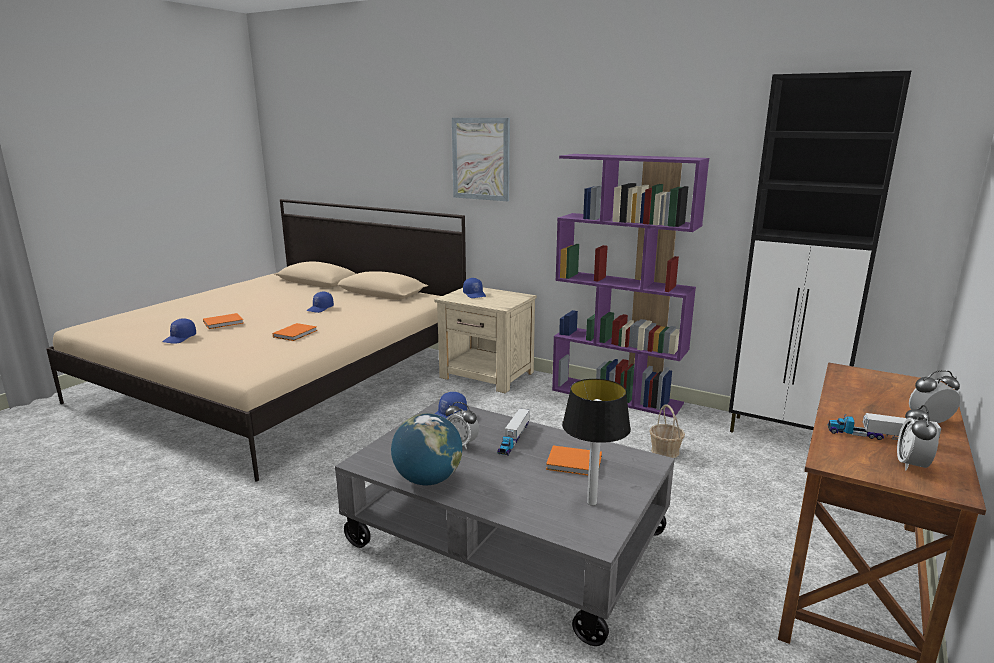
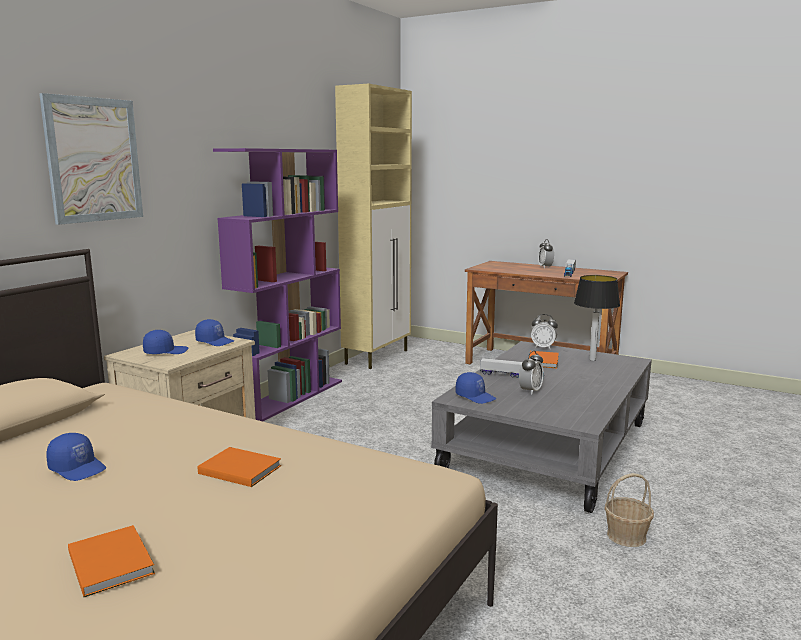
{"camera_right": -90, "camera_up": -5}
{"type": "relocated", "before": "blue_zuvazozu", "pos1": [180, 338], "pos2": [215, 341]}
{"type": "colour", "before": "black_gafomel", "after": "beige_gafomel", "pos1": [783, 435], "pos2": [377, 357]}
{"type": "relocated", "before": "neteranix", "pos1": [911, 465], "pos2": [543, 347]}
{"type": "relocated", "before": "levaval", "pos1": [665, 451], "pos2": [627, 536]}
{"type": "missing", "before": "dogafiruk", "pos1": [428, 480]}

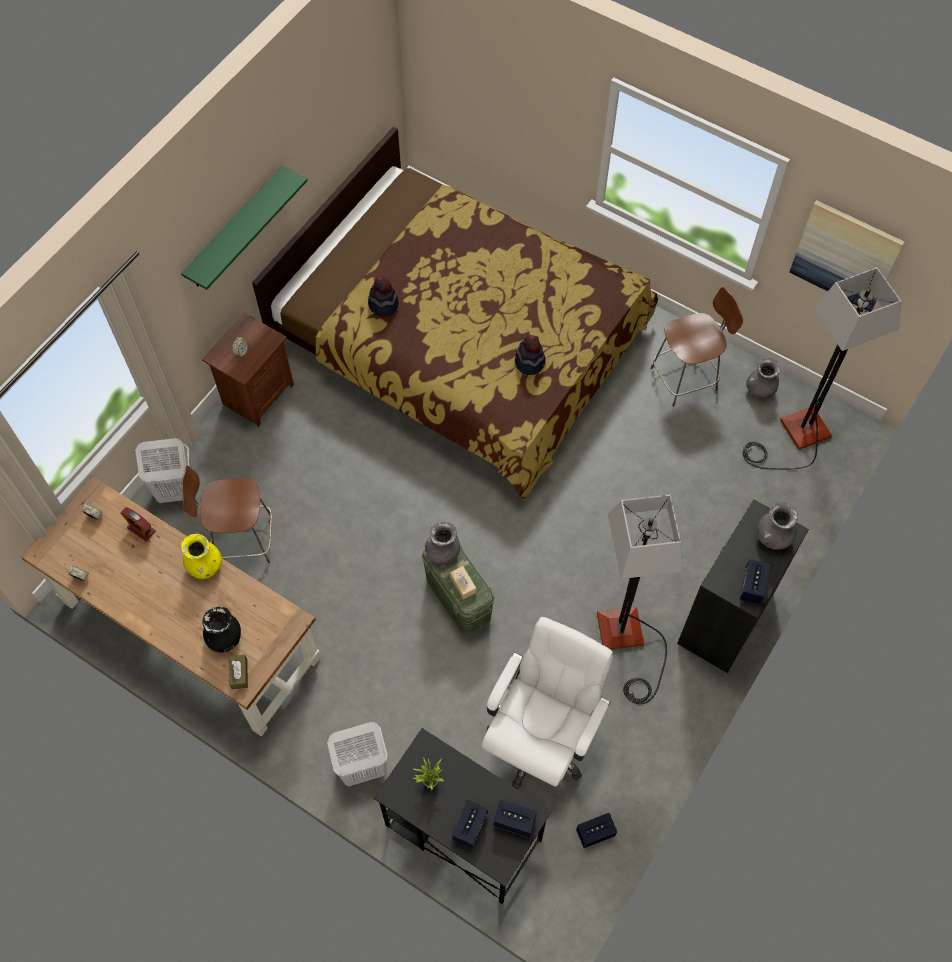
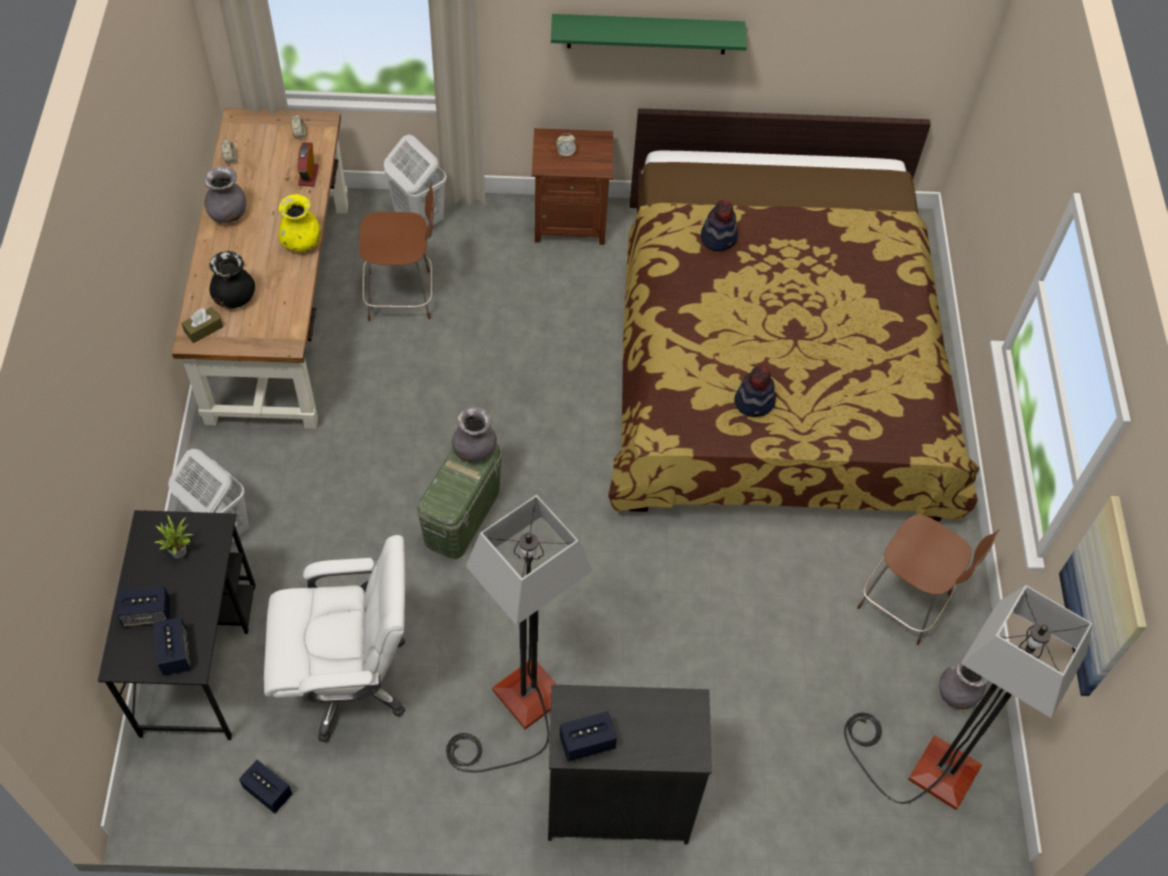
{"camera_right": 55, "camera_up": -5}
{"type": "relocated", "before": "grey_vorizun", "pos1": [773, 537], "pos2": [228, 214]}
{"type": "spun", "before": "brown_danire", "pos1": [241, 539], "pos2": [402, 295], "turn": 120}
{"type": "missing", "before": "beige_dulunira", "pos1": [463, 585]}

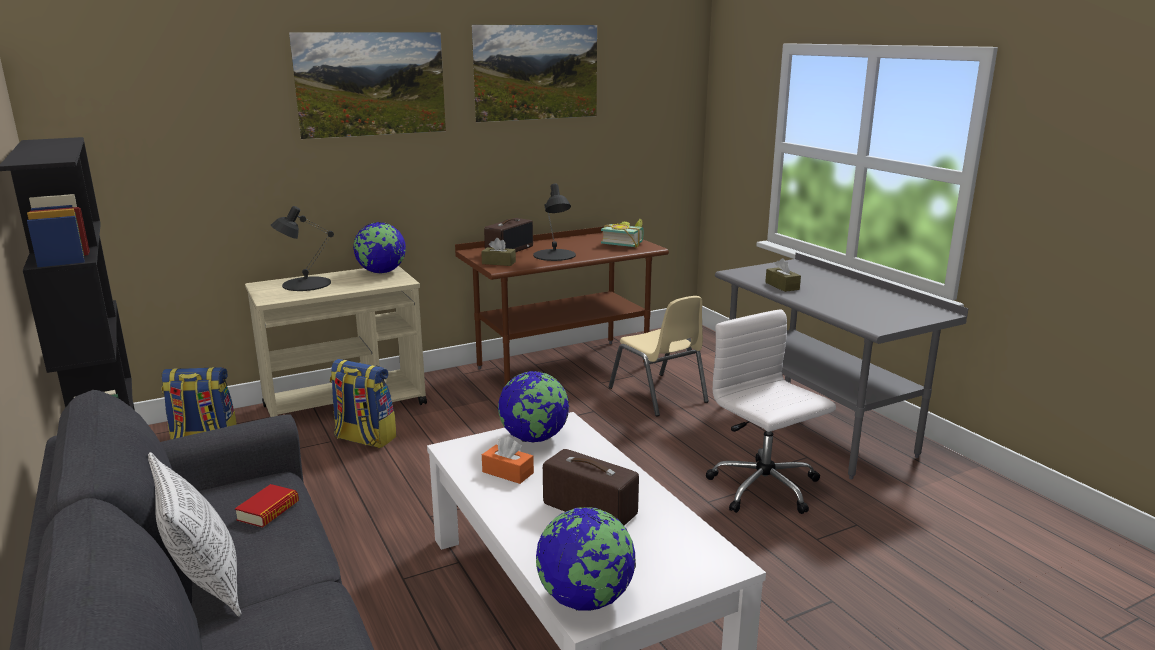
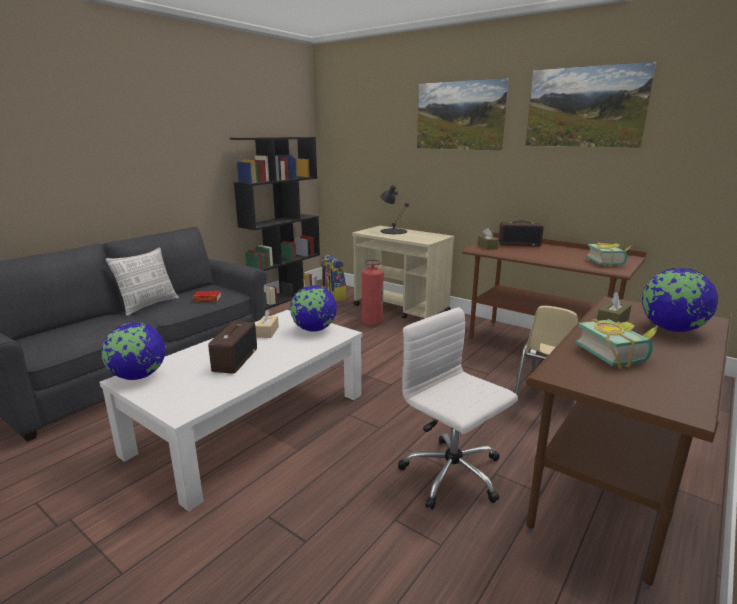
{"camera_right": 65, "camera_up": 0}
{"type": "colour", "before": "orange_dulunira", "after": "beige_dulunira", "pos1": [508, 472], "pos2": [267, 332]}
{"type": "exchanged", "before": "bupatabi", "after": "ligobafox", "pos1": [364, 439], "pos2": [372, 322]}
{"type": "spun", "before": "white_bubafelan", "pos1": [765, 489], "pos2": [453, 475], "turn": -75}
{"type": "colour", "before": "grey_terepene", "after": "brown_terepene", "pos1": [816, 428], "pos2": [611, 490]}
{"type": "appeared", "after": "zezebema", "pos2": [616, 354]}
{"type": "relocated", "before": "dogafiruk", "pos1": [381, 272], "pos2": [671, 329]}
{"type": "missing", "before": "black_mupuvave", "pos1": [554, 255]}

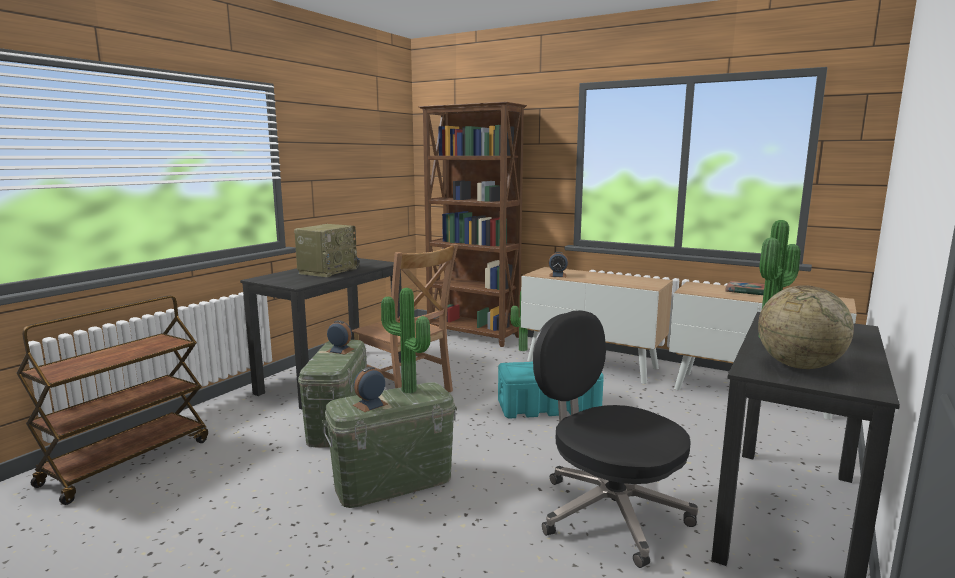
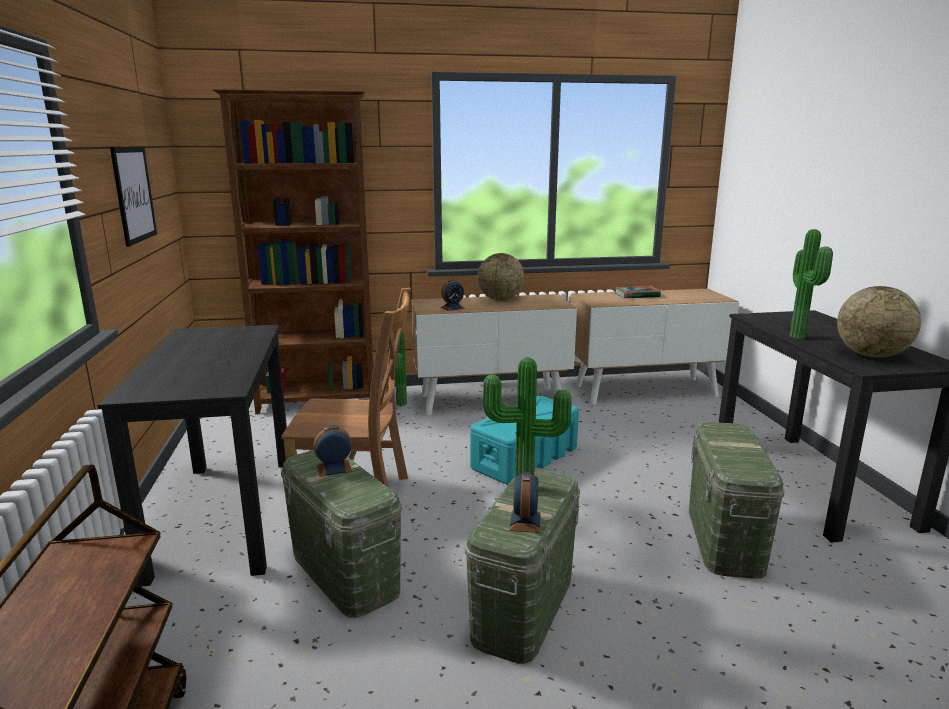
{"camera_right": -40, "camera_up": 5}
{"type": "appeared", "after": "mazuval", "pos2": [134, 194]}
{"type": "appeared", "after": "dogafiruk", "pos2": [500, 299]}
{"type": "exchanged", "before": "black_bubafelan", "after": "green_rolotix", "pos1": [608, 512], "pos2": [723, 538]}
{"type": "missing", "before": "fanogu", "pos1": [328, 271]}

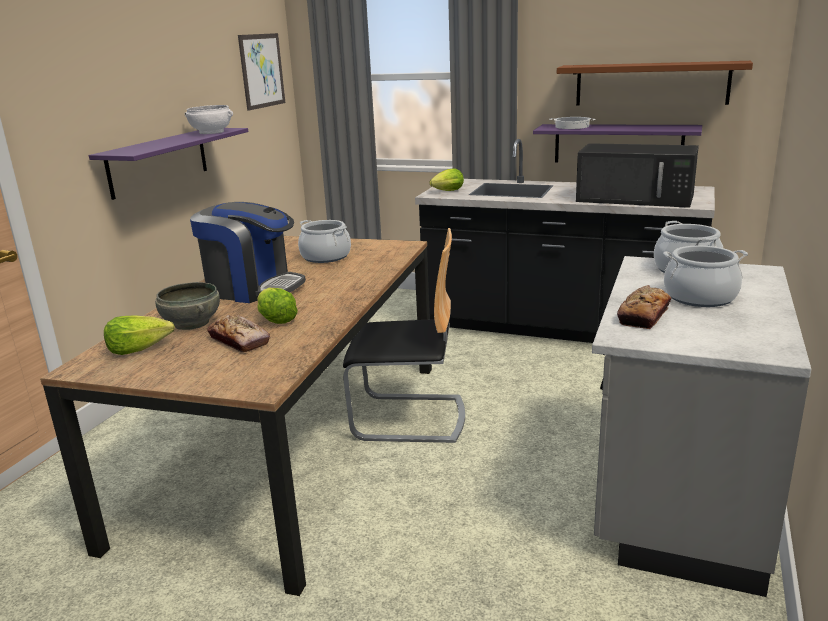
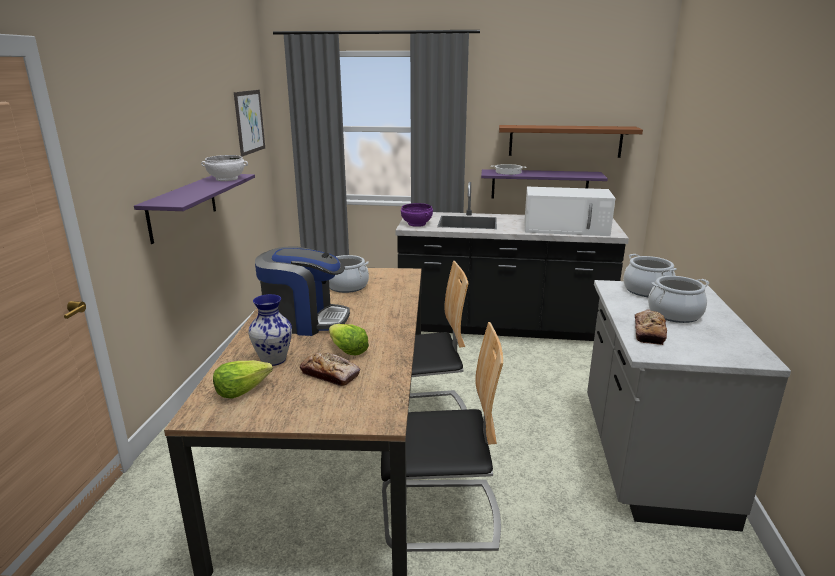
{"camera_right": -15, "camera_up": 0}
{"type": "exchanged", "before": "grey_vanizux", "after": "vorizun", "pos1": [191, 323], "pos2": [272, 360]}
{"type": "appeared", "after": "danire", "pos2": [441, 514]}
{"type": "exchanged", "before": "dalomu", "after": "purple_vanizux", "pos1": [446, 191], "pos2": [417, 224]}
{"type": "colour", "before": "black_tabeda", "after": "white_tabeda", "pos1": [636, 198], "pos2": [566, 228]}

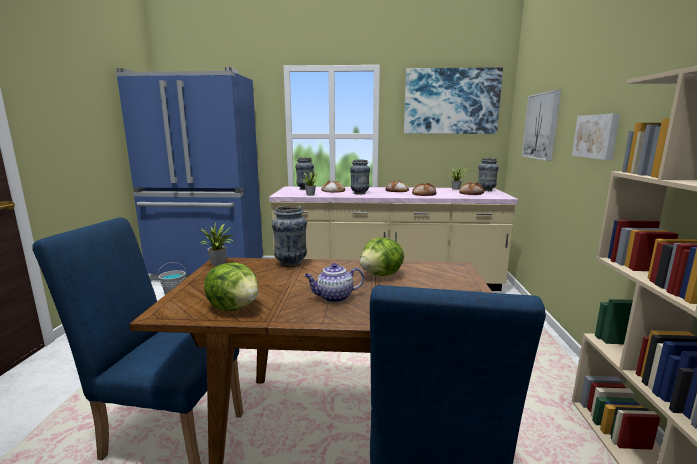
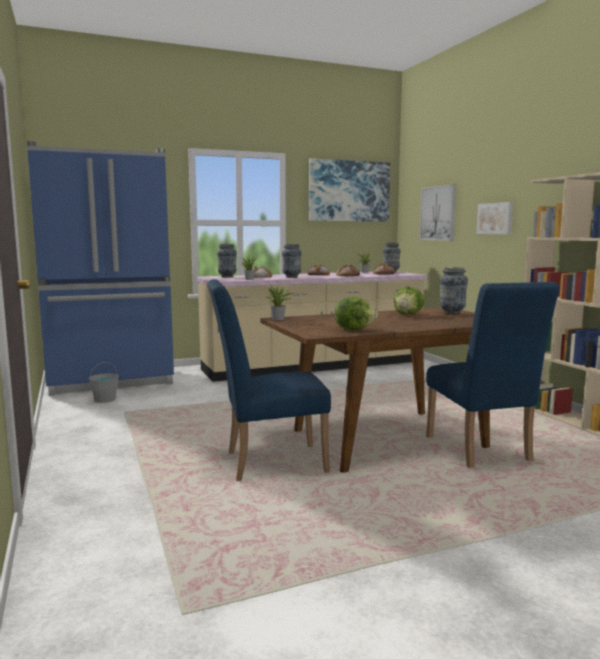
{"camera_right": -25, "camera_up": -5}
{"type": "relocated", "before": "vorizun", "pos1": [291, 263], "pos2": [452, 313]}
{"type": "missing", "before": "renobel", "pos1": [334, 297]}

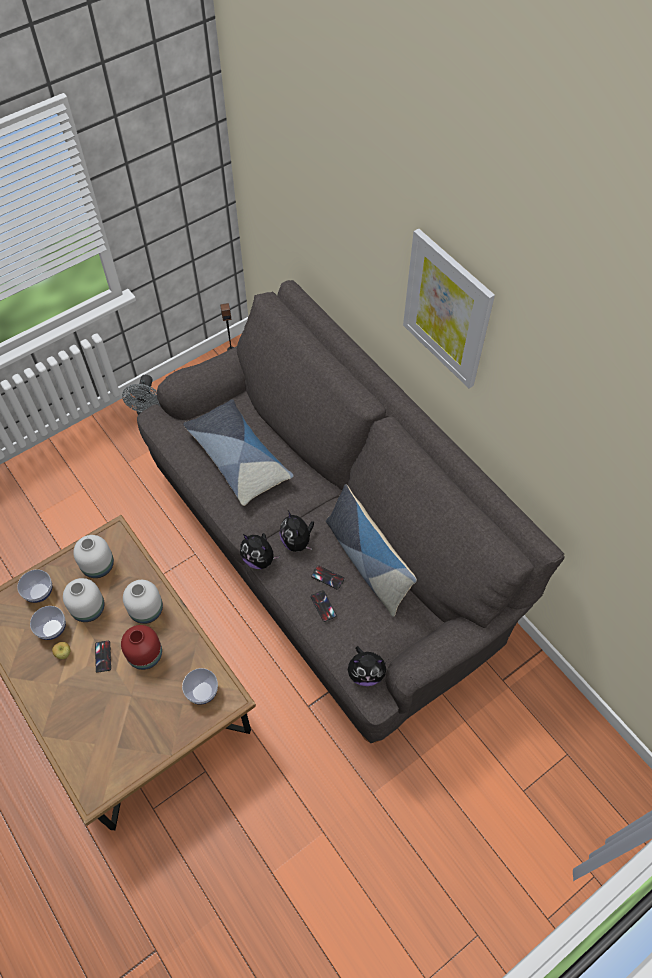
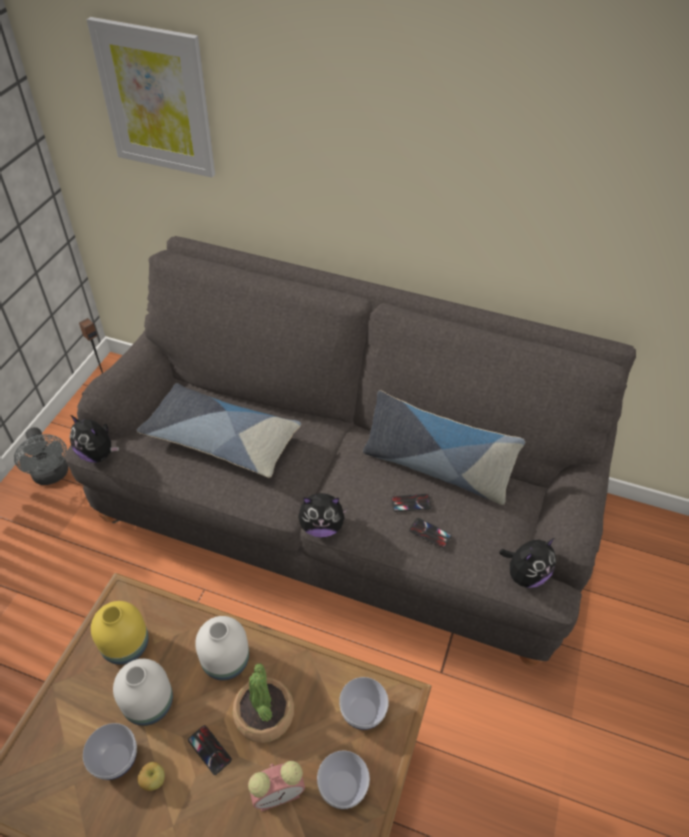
{"camera_right": -35, "camera_up": -10}
{"type": "relocated", "before": "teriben", "pos1": [297, 541], "pos2": [98, 454]}
{"type": "relocated", "before": "mazuval", "pos1": [447, 310], "pos2": [156, 99]}
{"type": "colour", "before": "white_vorizun", "after": "yellow_vorizun", "pos1": [99, 566], "pos2": [127, 646]}
{"type": "exchanged", "before": "red_vorizun", "after": "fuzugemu", "pos1": [146, 656], "pos2": [264, 714]}
{"type": "appeared", "after": "neteranix", "pos2": [279, 792]}
{"type": "relocated", "before": "vanizux", "pos1": [39, 592], "pos2": [342, 787]}

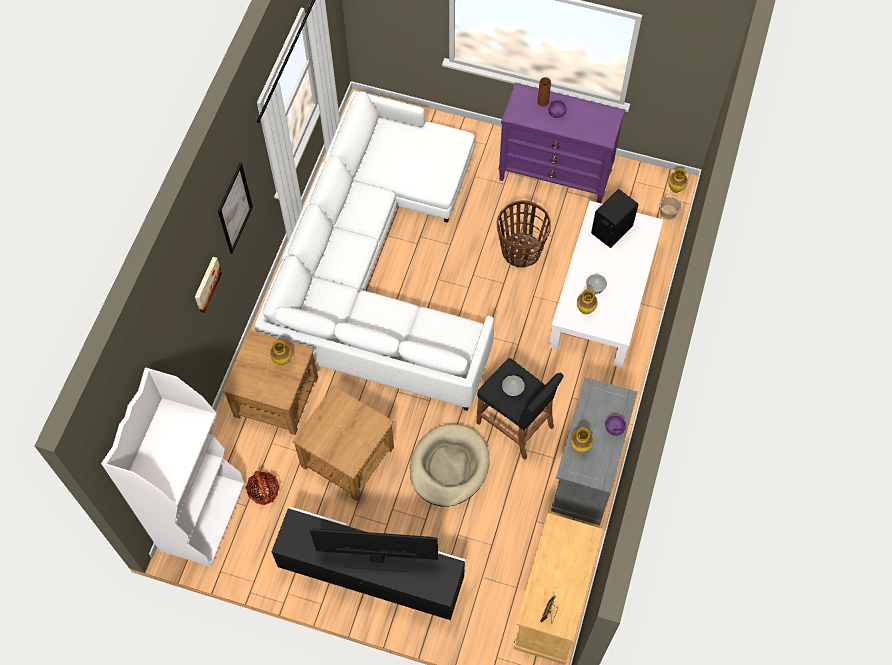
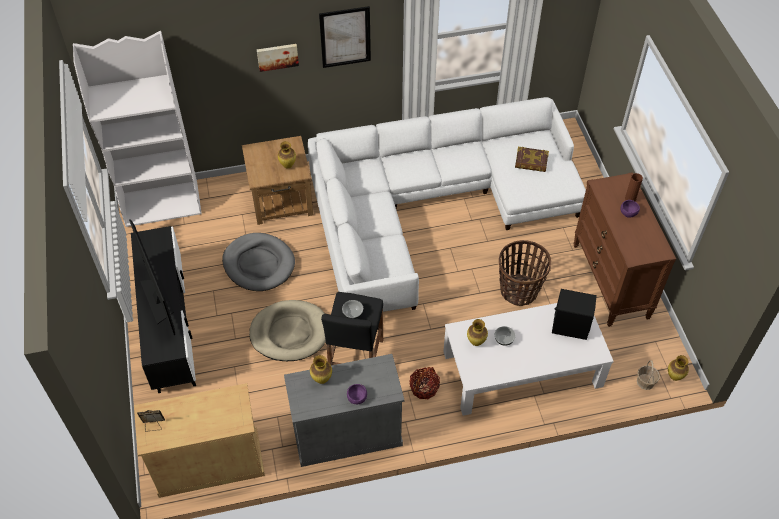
{"camera_right": 60, "camera_up": -10}
{"type": "exchanged", "before": "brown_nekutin", "after": "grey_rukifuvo", "pos1": [347, 456], "pos2": [259, 264]}
{"type": "relocated", "before": "levaval", "pos1": [264, 491], "pos2": [424, 388]}
{"type": "appeared", "after": "zezebema", "pos2": [531, 162]}
{"type": "colour", "before": "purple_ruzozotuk", "after": "brown_ruzozotuk", "pos1": [555, 175], "pos2": [611, 281]}

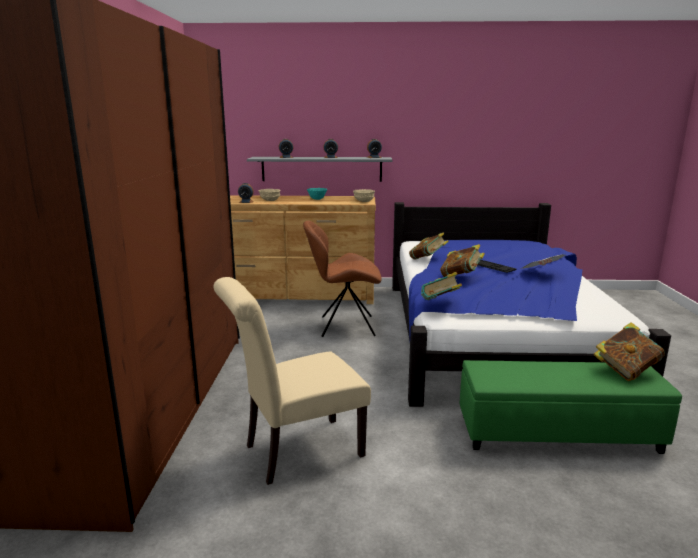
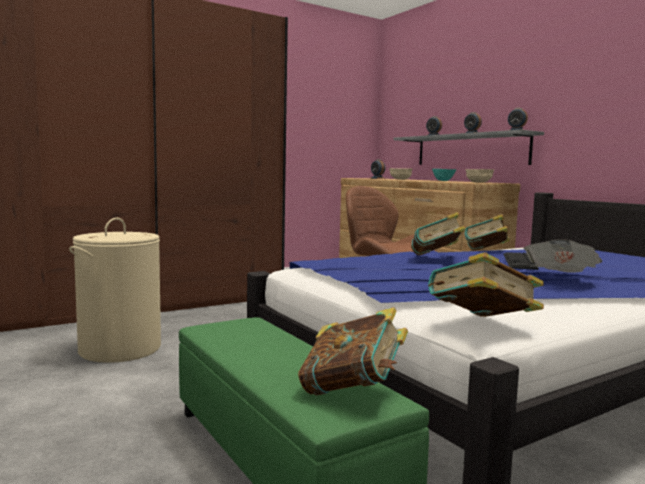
{"camera_right": 55, "camera_up": -10}
{"type": "exchanged", "before": "beige_danire", "after": "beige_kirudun", "pos1": [296, 452], "pos2": [120, 349]}
{"type": "relocated", "before": "zezebema", "pos1": [440, 304], "pos2": [481, 326]}

